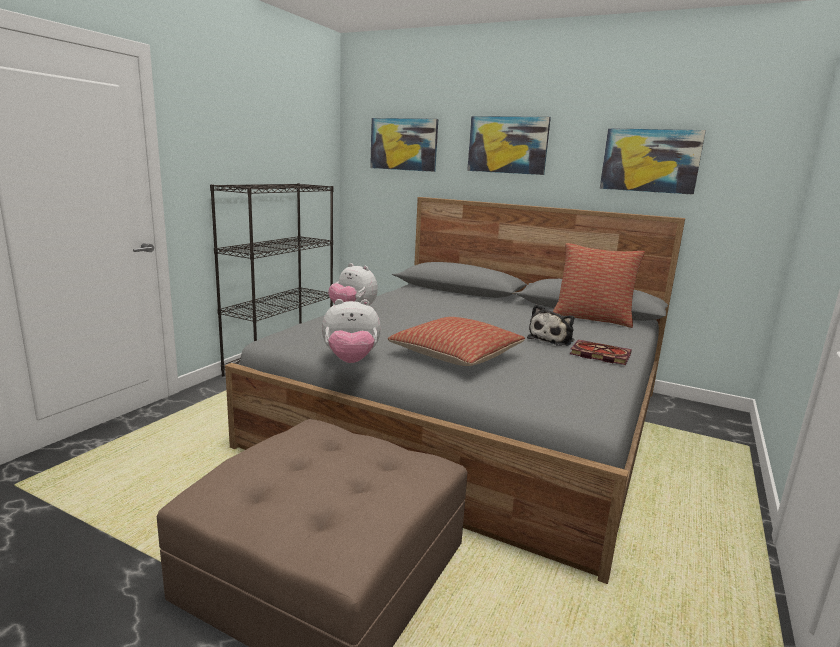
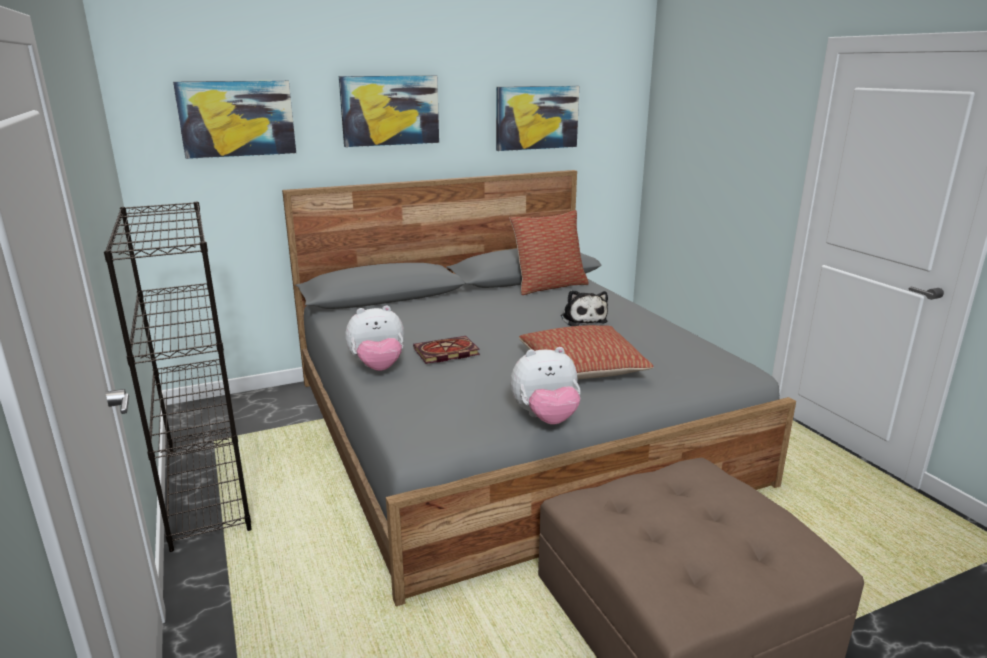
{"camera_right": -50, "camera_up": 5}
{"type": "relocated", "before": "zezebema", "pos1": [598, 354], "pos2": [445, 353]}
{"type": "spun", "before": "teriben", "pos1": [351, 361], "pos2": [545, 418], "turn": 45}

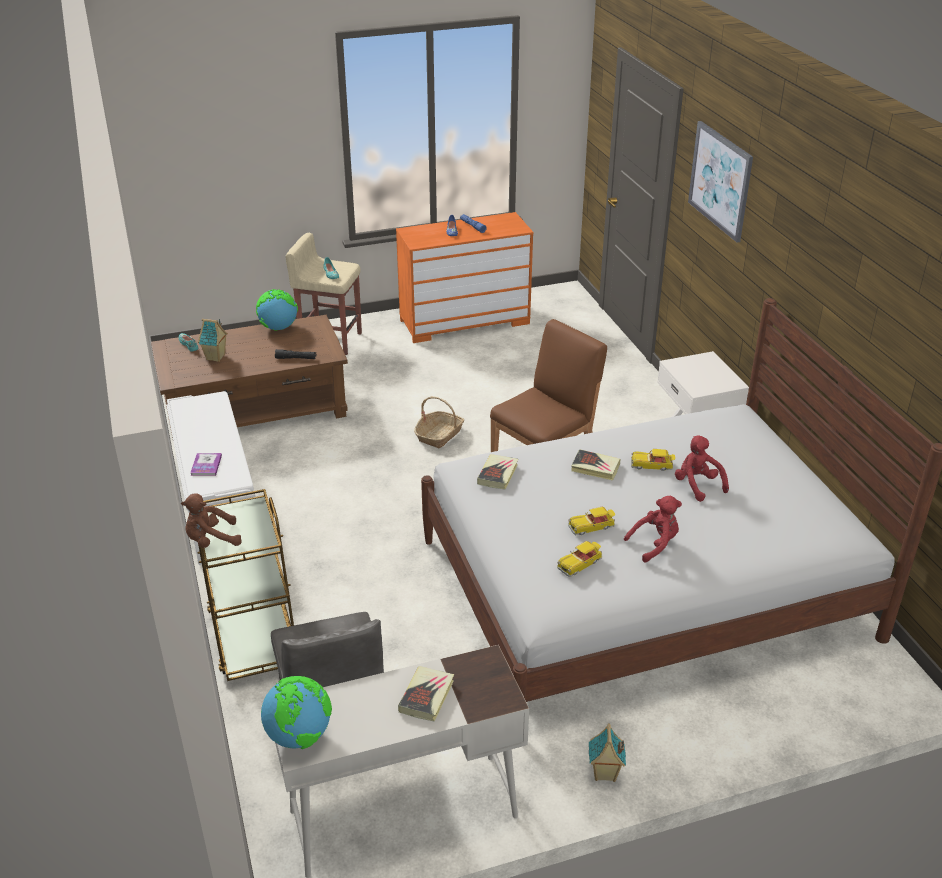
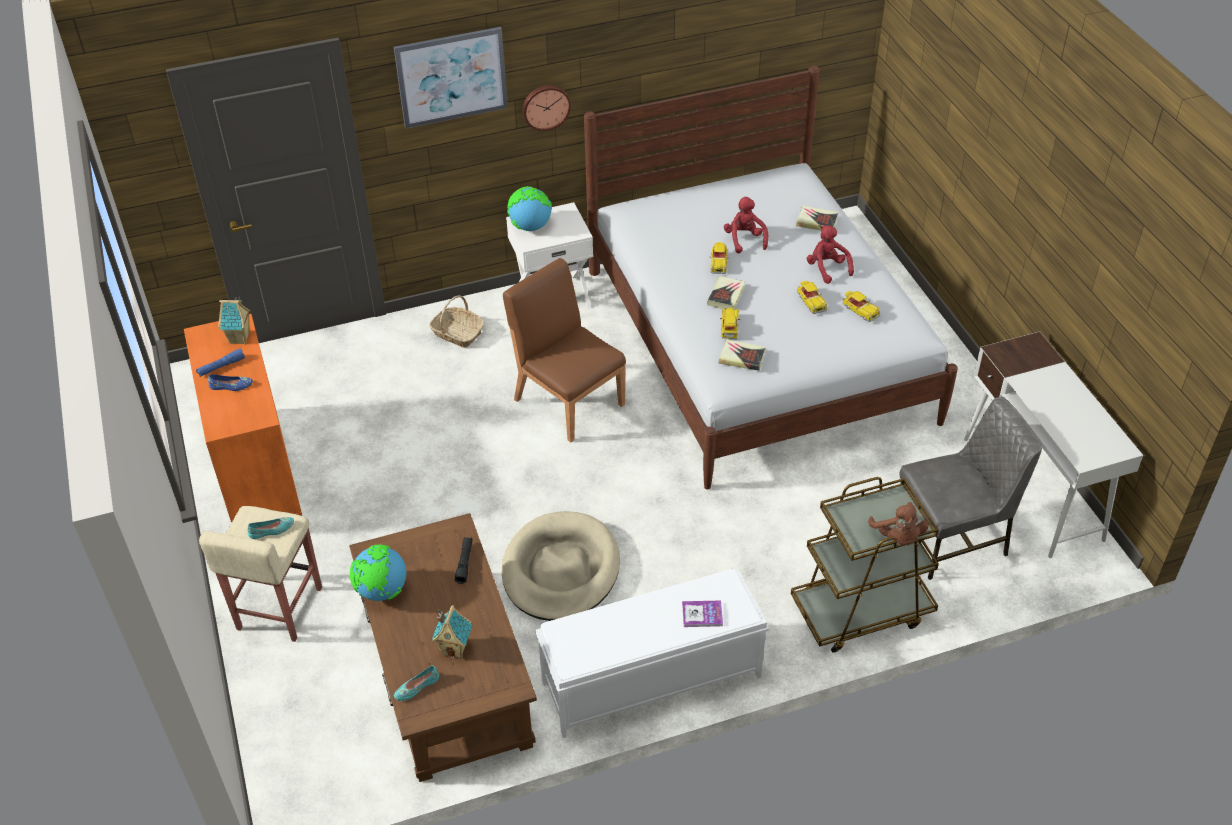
{"camera_right": -90, "camera_up": 10}
{"type": "relocated", "before": "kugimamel", "pos1": [604, 774], "pos2": [240, 339]}
{"type": "relocated", "before": "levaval", "pos1": [439, 435], "pos2": [457, 333]}
{"type": "appeared", "after": "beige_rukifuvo", "pos2": [560, 570]}
{"type": "relocated", "before": "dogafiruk", "pos1": [299, 736], "pos2": [530, 227]}
{"type": "appeared", "after": "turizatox", "pos2": [545, 106]}
{"type": "appeared", "after": "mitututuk", "pos2": [729, 327]}
{"type": "spun", "before": "red_teriben", "pos1": [697, 485], "pos2": [744, 240], "turn": 105}
{"type": "relocated", "before": "zezebema", "pos1": [426, 696], "pos2": [816, 222]}

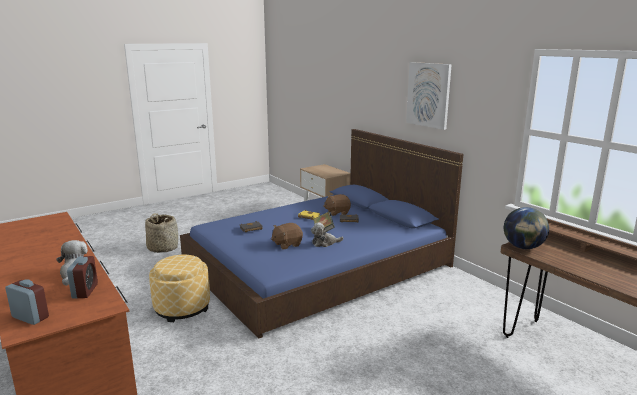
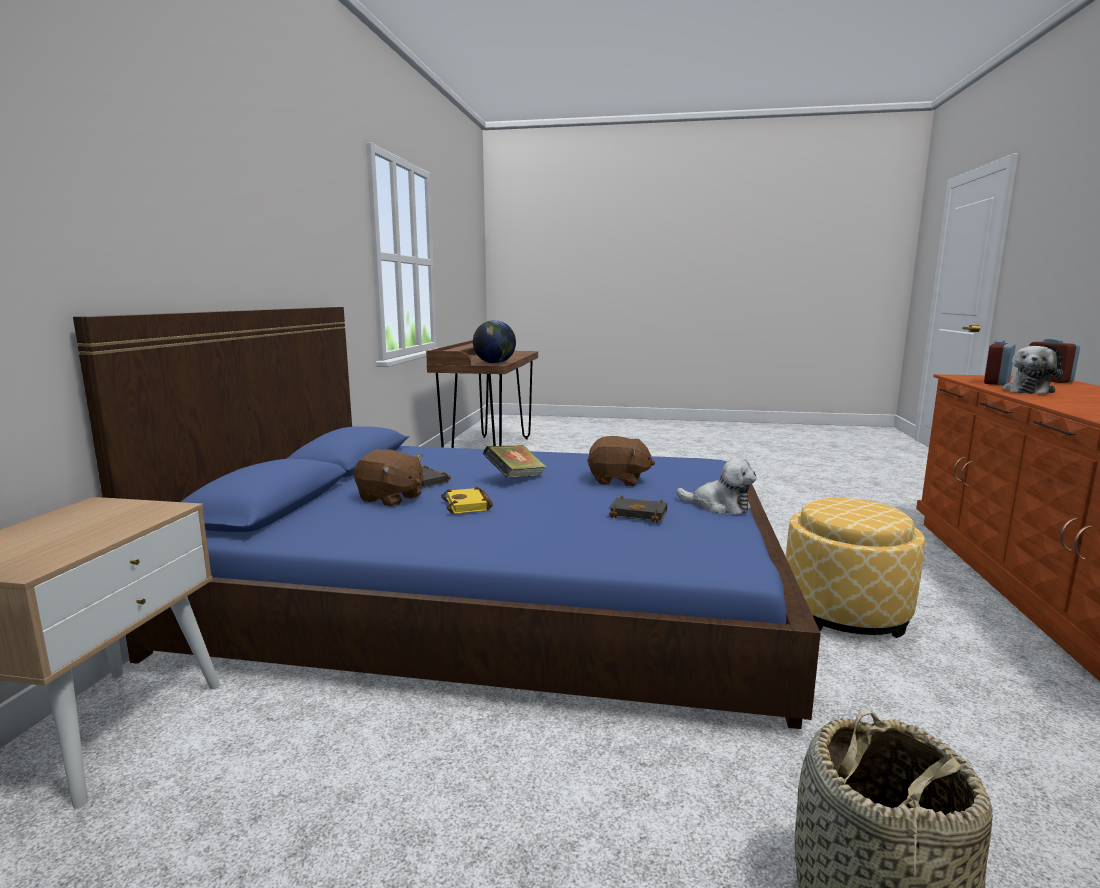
{"camera_right": -135, "camera_up": -5}
{"type": "relocated", "before": "teriben", "pos1": [325, 243], "pos2": [719, 506]}
{"type": "missing", "before": "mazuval", "pos1": [428, 95]}

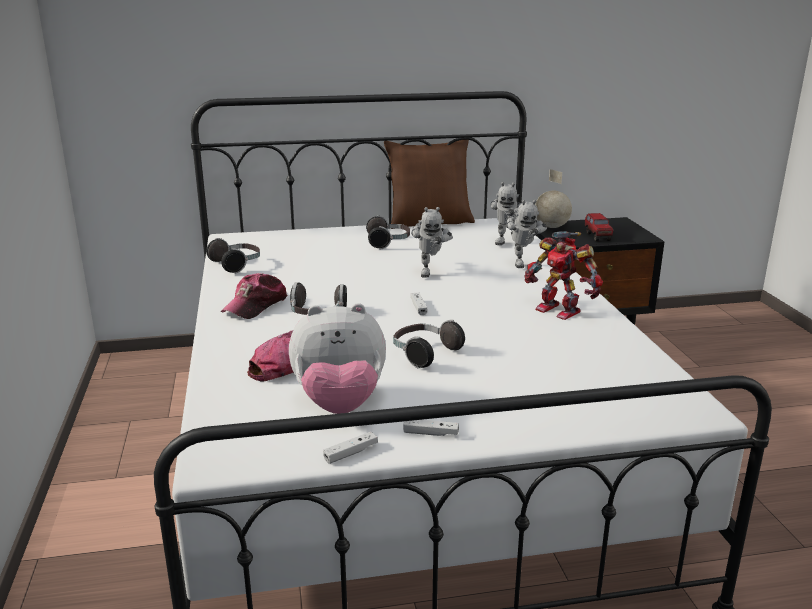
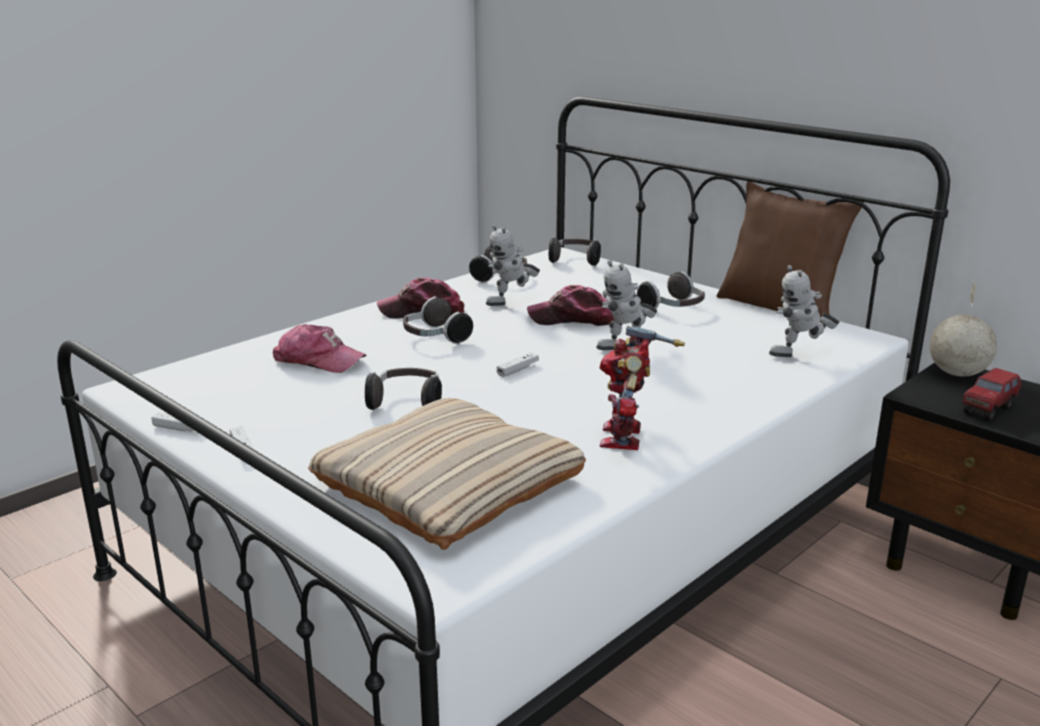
{"camera_right": 55, "camera_up": 0}
{"type": "appeared", "after": "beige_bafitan", "pos2": [448, 483]}
{"type": "relocated", "before": "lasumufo", "pos1": [521, 263], "pos2": [511, 303]}
{"type": "appeared", "after": "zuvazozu", "pos2": [572, 319]}
{"type": "appeared", "after": "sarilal", "pos2": [576, 261]}
{"type": "missing", "before": "teriben", "pos1": [339, 404]}

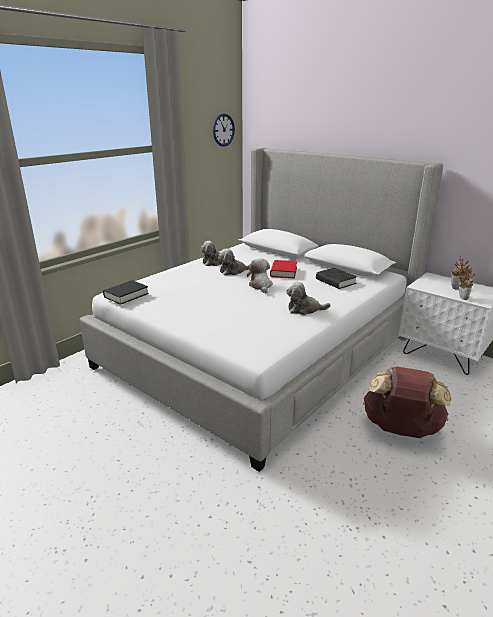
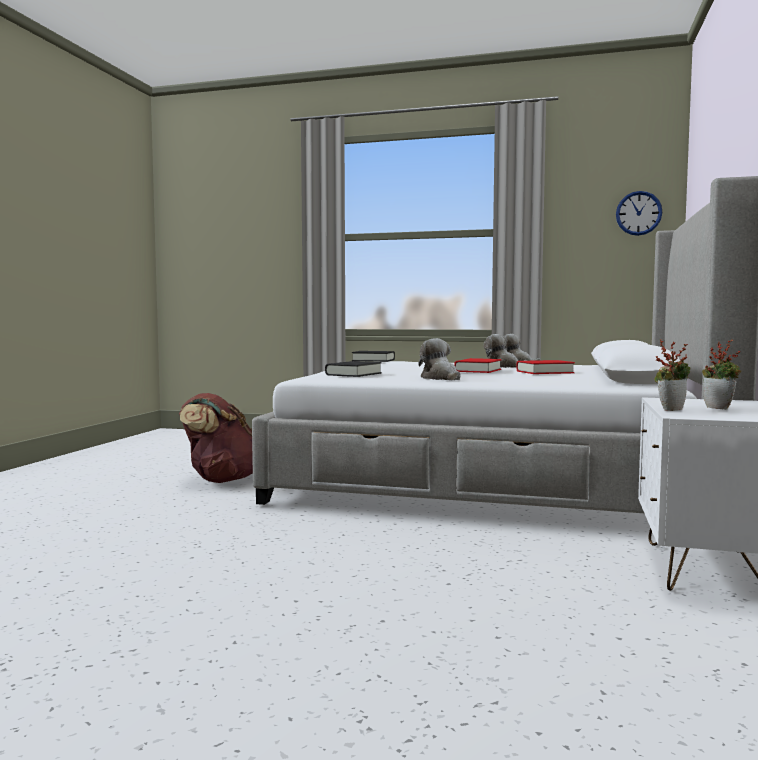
{"camera_right": 65, "camera_up": -20}
{"type": "relocated", "before": "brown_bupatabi", "pos1": [400, 430], "pos2": [222, 480]}
{"type": "relocated", "before": "black_zezebema", "pos1": [335, 281], "pos2": [353, 374]}
{"type": "exchanged", "before": "teriben", "after": "red_zezebema", "pos1": [260, 286], "pos2": [478, 370]}

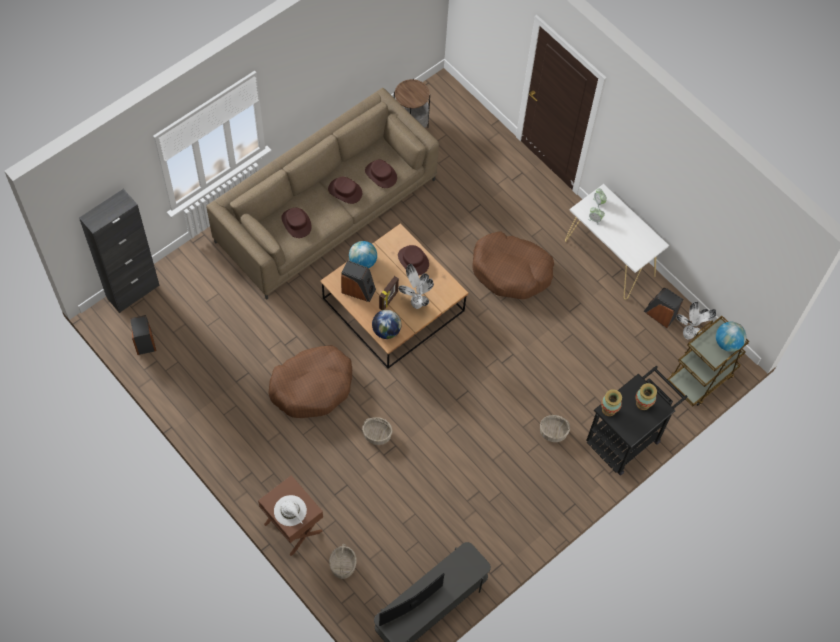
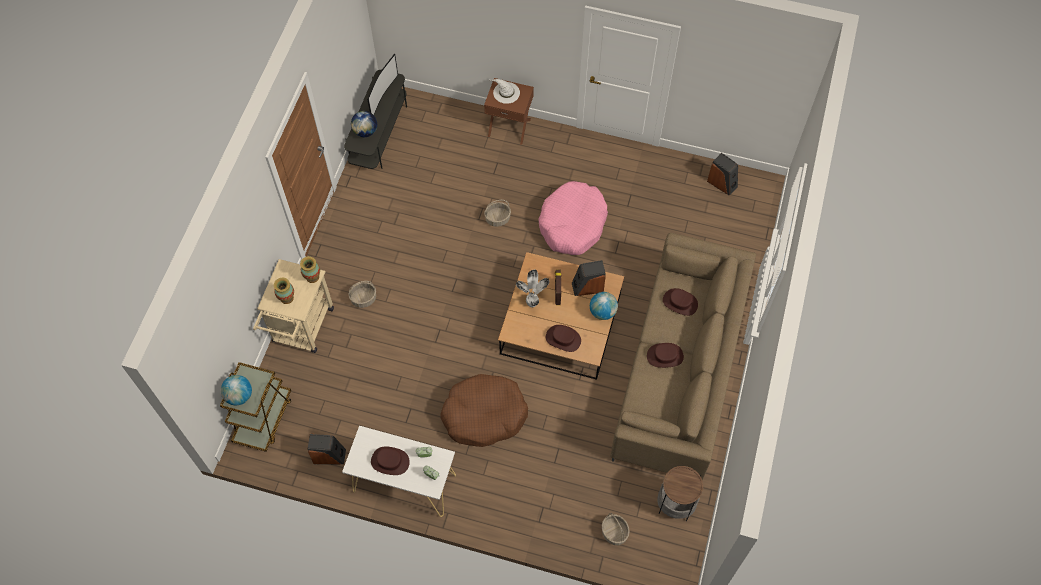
{"camera_right": 150, "camera_up": 0}
{"type": "colour", "before": "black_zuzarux", "after": "beige_zuzarux", "pos1": [627, 437], "pos2": [301, 330]}
{"type": "relocated", "before": "dogafiruk", "pos1": [386, 331], "pos2": [365, 131]}
{"type": "relocated", "before": "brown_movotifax", "pos1": [381, 174], "pos2": [390, 461]}
{"type": "colour", "before": "brown_rukifuvo", "after": "pink_rukifuvo", "pos1": [312, 386], "pos2": [572, 224]}
{"type": "relocated", "before": "levaval", "pos1": [343, 566], "pos2": [614, 532]}
{"type": "missing", "before": "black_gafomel", "pos1": [133, 291]}
{"type": "missing", "before": "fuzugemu", "pos1": [689, 335]}

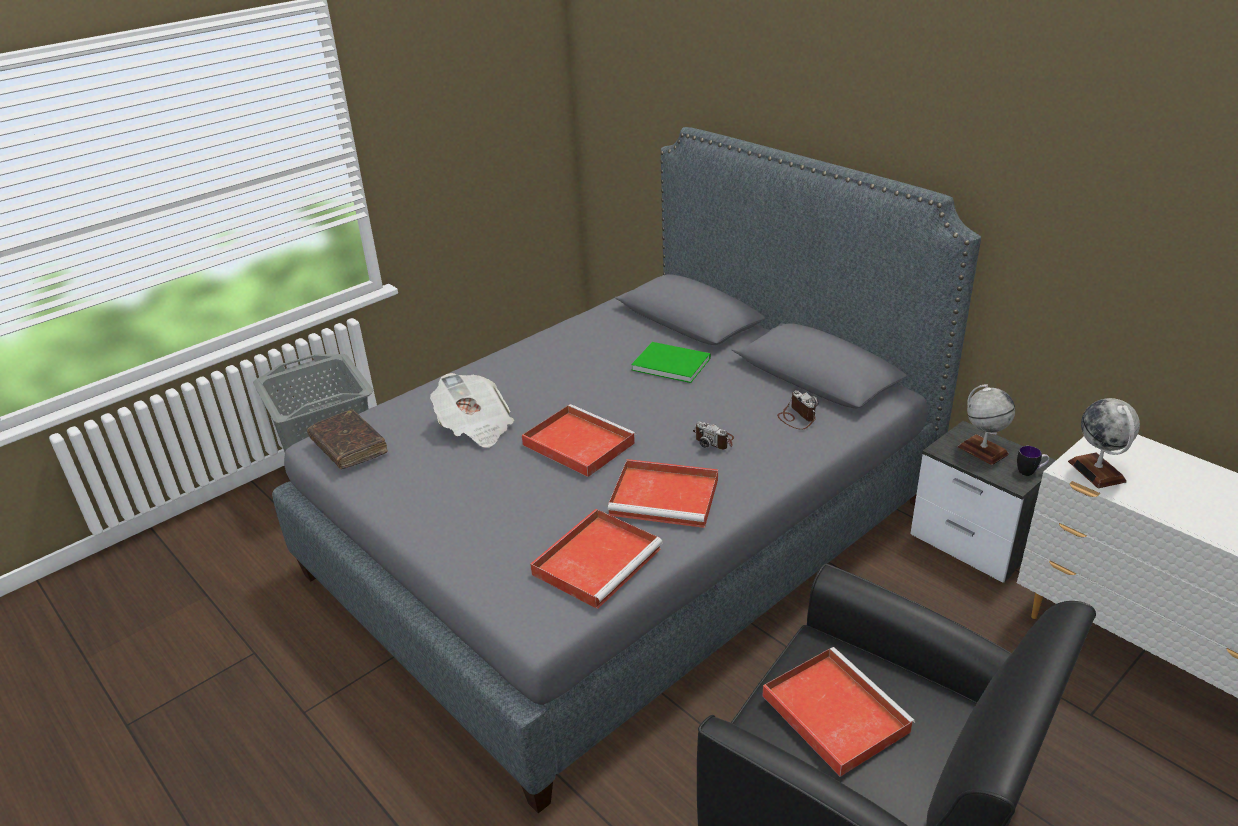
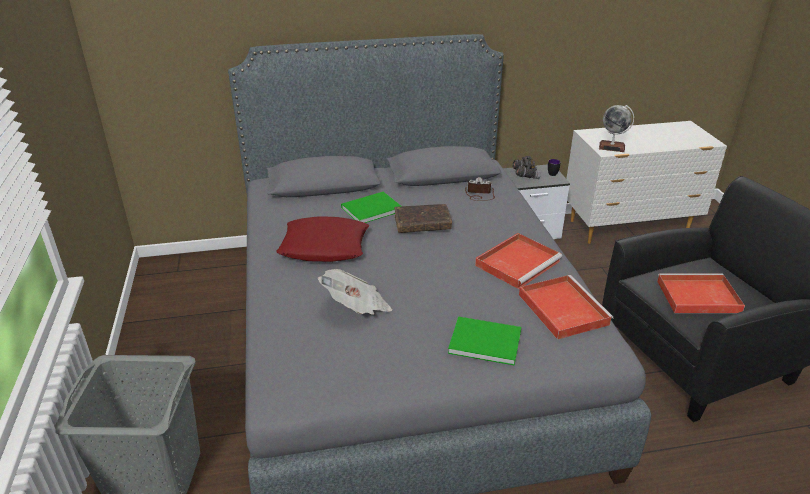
{"camera_right": -60, "camera_up": 0}
{"type": "appeared", "after": "red_bafitan", "pos2": [324, 246]}
{"type": "relocated", "before": "brown_zezebema", "pos1": [348, 447], "pos2": [422, 224]}
{"type": "appeared", "after": "green_zezebema", "pos2": [483, 340]}
{"type": "exchanged", "before": "dogafiruk", "after": "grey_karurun", "pos1": [982, 450], "pos2": [525, 175]}
{"type": "missing", "before": "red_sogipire", "pos1": [576, 443]}
{"type": "missing", "before": "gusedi", "pos1": [714, 440]}

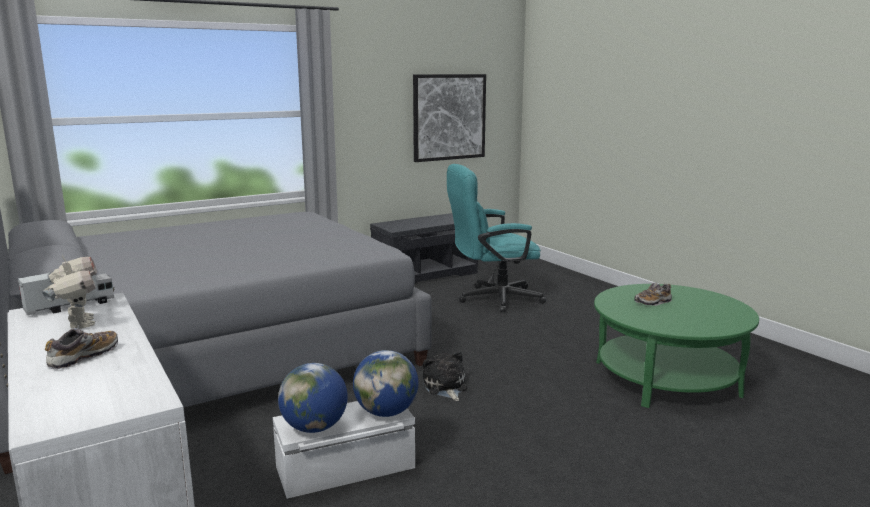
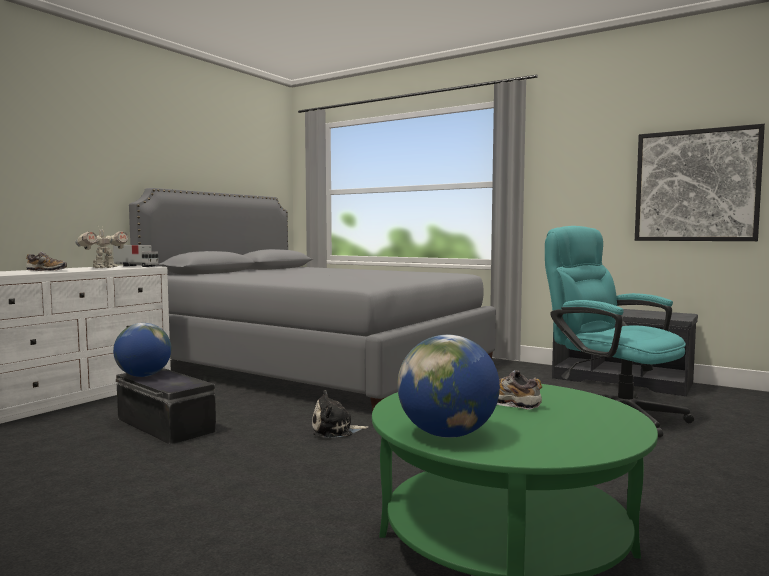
{"camera_right": 65, "camera_up": -10}
{"type": "colour", "before": "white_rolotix", "after": "black_rolotix", "pos1": [346, 468], "pos2": [164, 425]}
{"type": "spun", "before": "teriben", "pos1": [445, 387], "pos2": [335, 430], "turn": -150}
{"type": "relocated", "before": "dogafiruk", "pos1": [386, 412], "pos2": [447, 434]}

